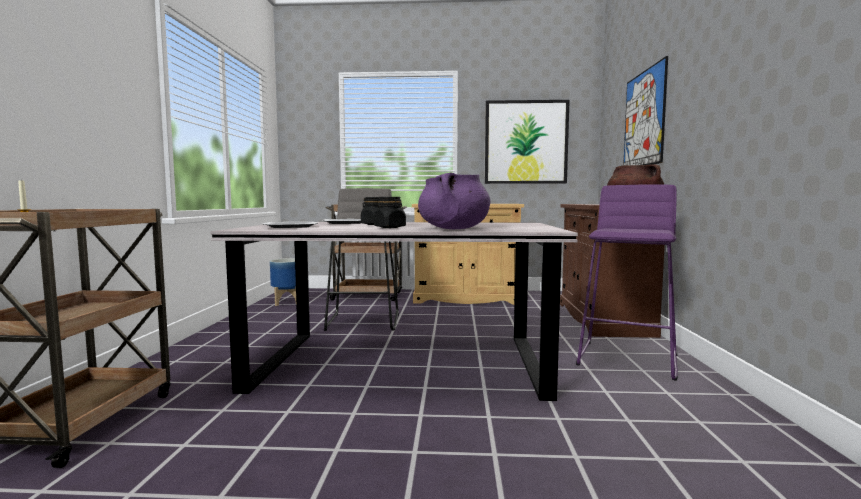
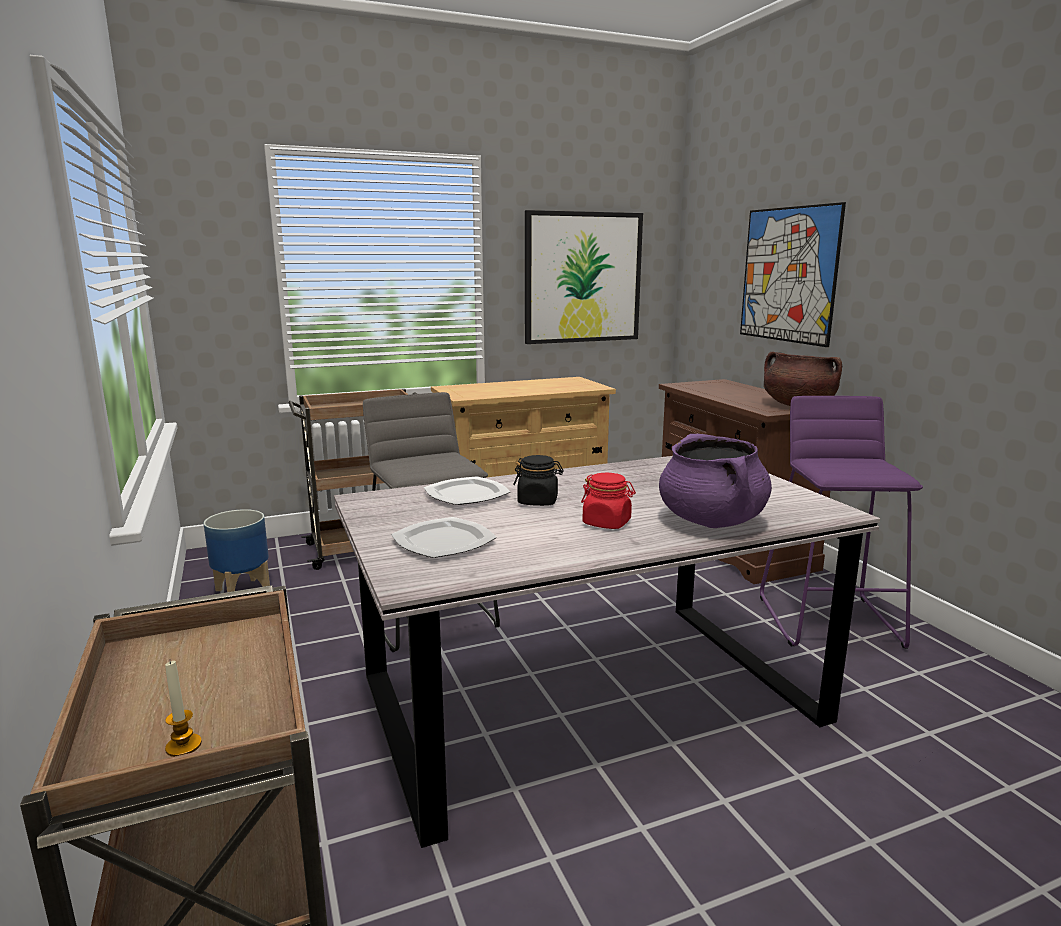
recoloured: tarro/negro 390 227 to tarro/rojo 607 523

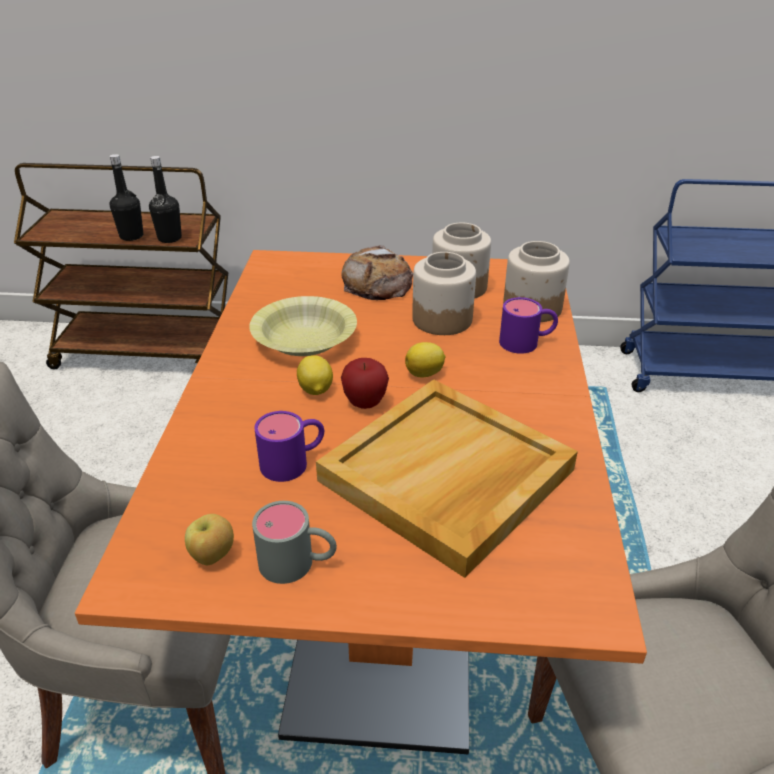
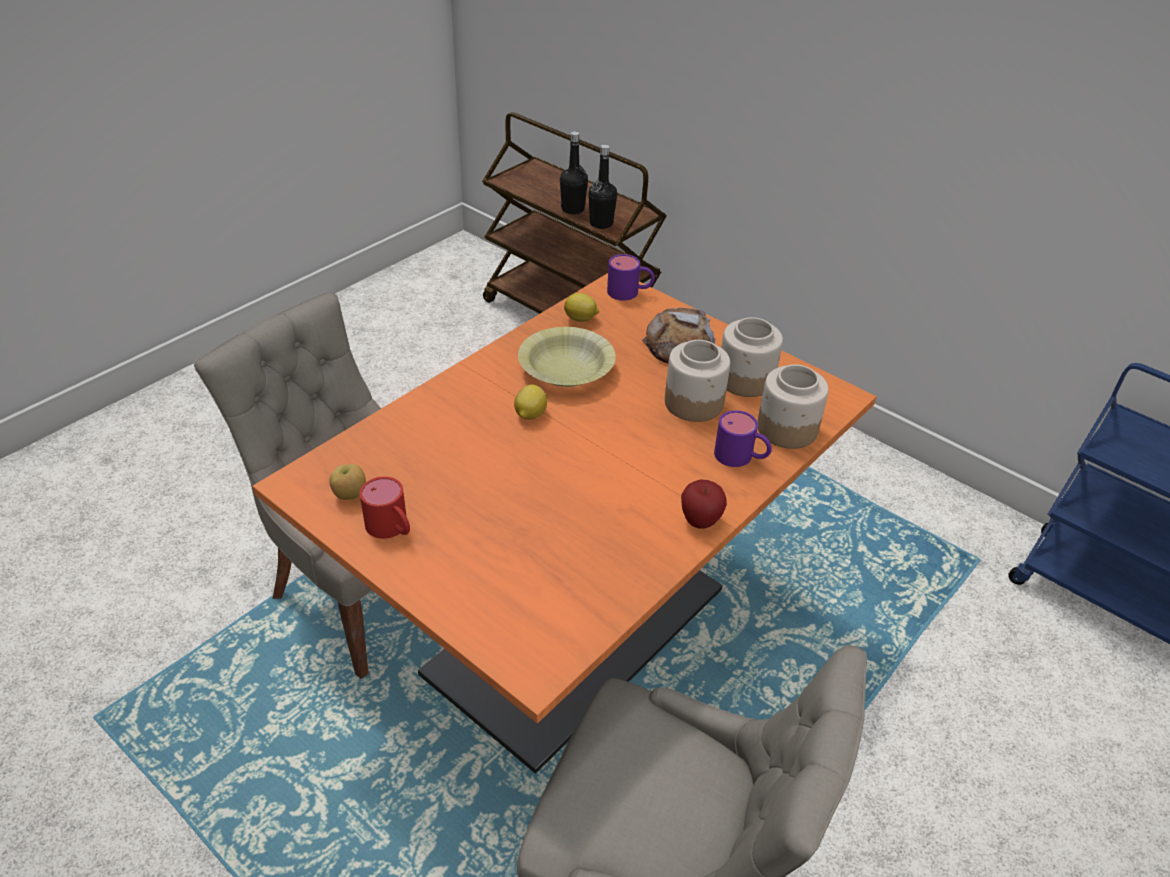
removed: bandeja/beis 446 477
moved: limón 425 373 to 581 319; manzana 365 403 to 700 521; taza grande/morado 294 461 to 630 292
recoloured: taza grande/gris 298 563 to taza grande/rojo 392 528

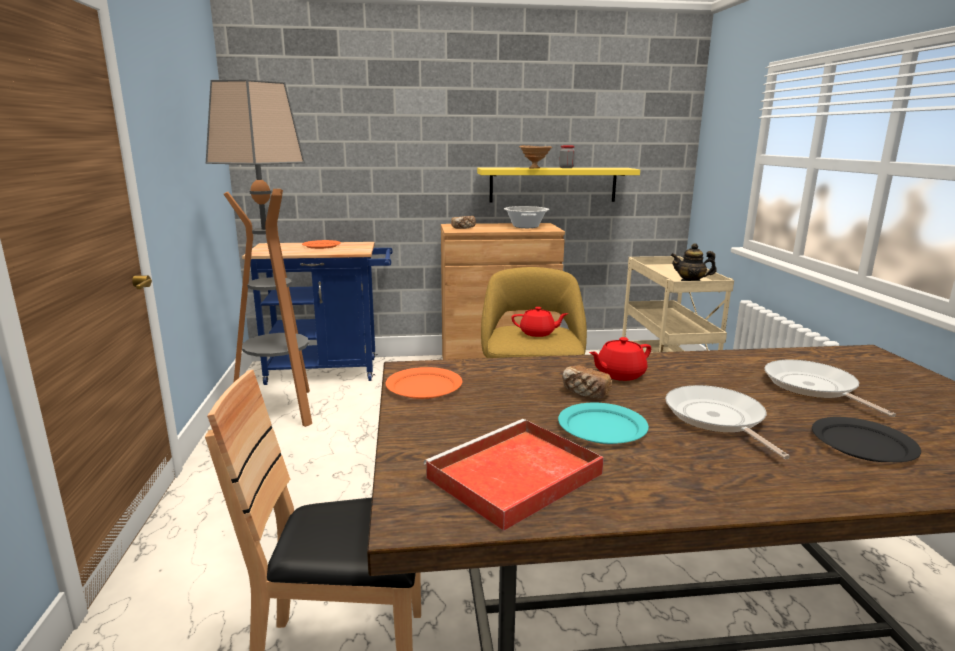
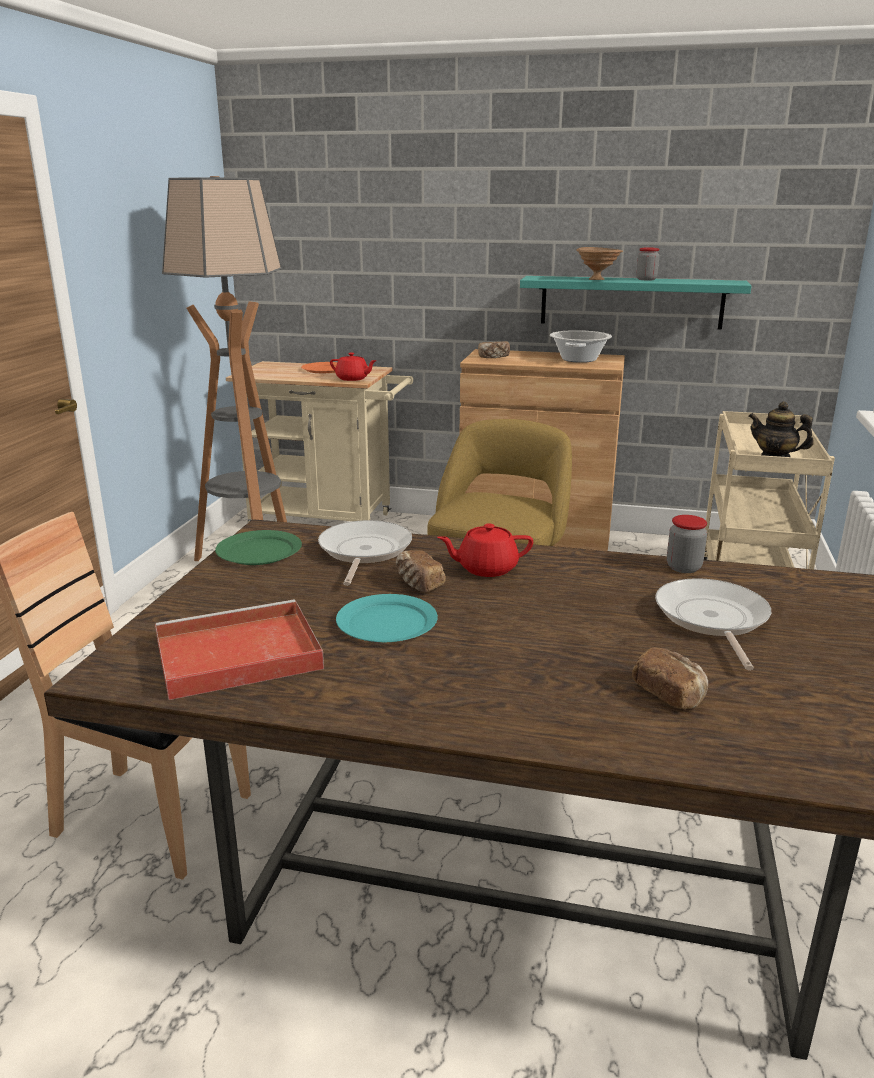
added: tarro 683 567
moved: tetera/rojo 538 333 to 353 379; sartén 717 419 to 363 552
replaced: plato/negro 863 443 to pan 669 693
recoloured: estante/amarillo 553 184 to estante/turquesa 631 302; carrito/azul 330 370 to carrito/beis 329 522; plato/naranja 424 386 to plato/verde 259 551

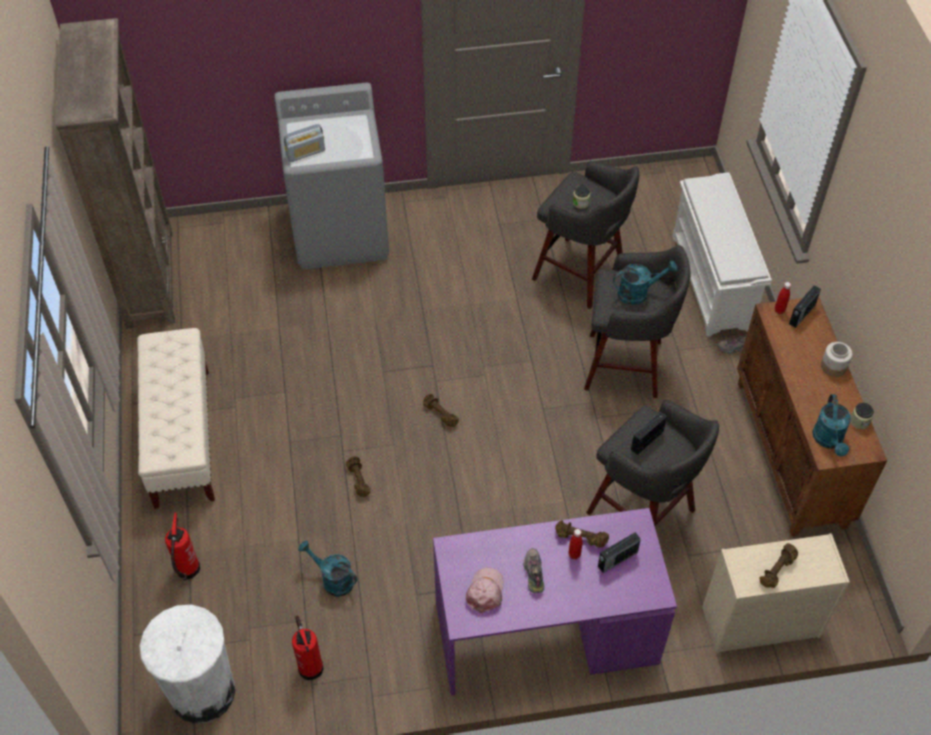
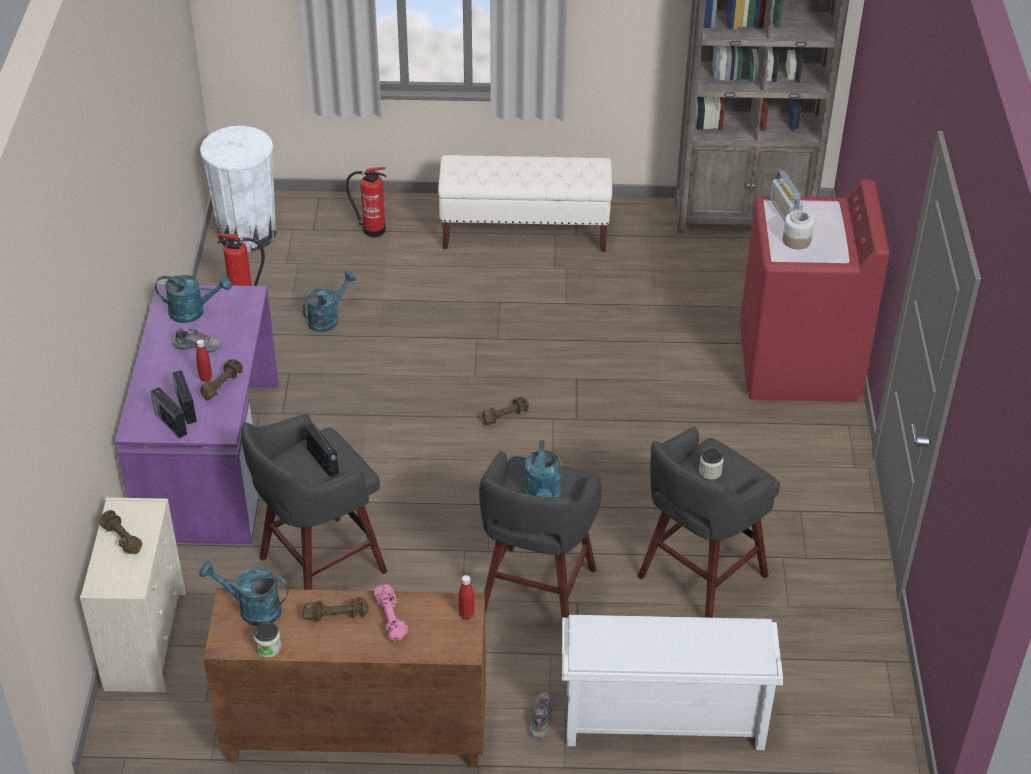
added: mancuerna/rosa 391 619
moved: radio 801 315 to 170 423; tarro 833 366 to 796 240; mancuerna/marrón 358 480 to 336 615
replaced: gorra/rosa 485 591 to regadera/turquesa 193 312
recoloured: lavadora/gris 340 232 to lavadora/rojo 799 364

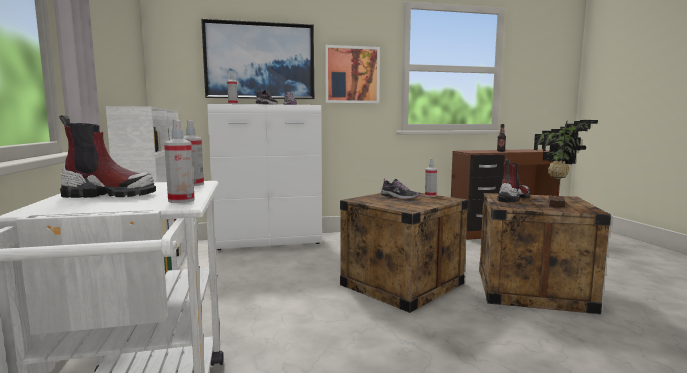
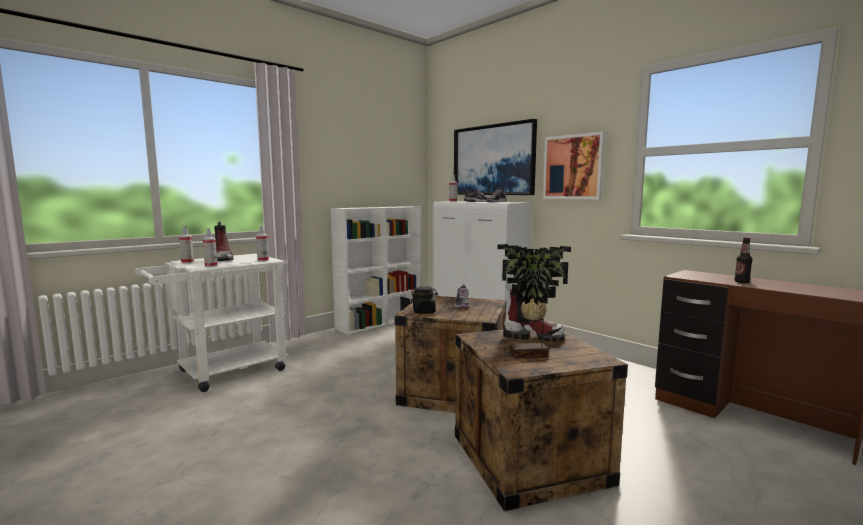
added: tarro/negro 424 312
moved: pulverizador 430 195 to 187 262

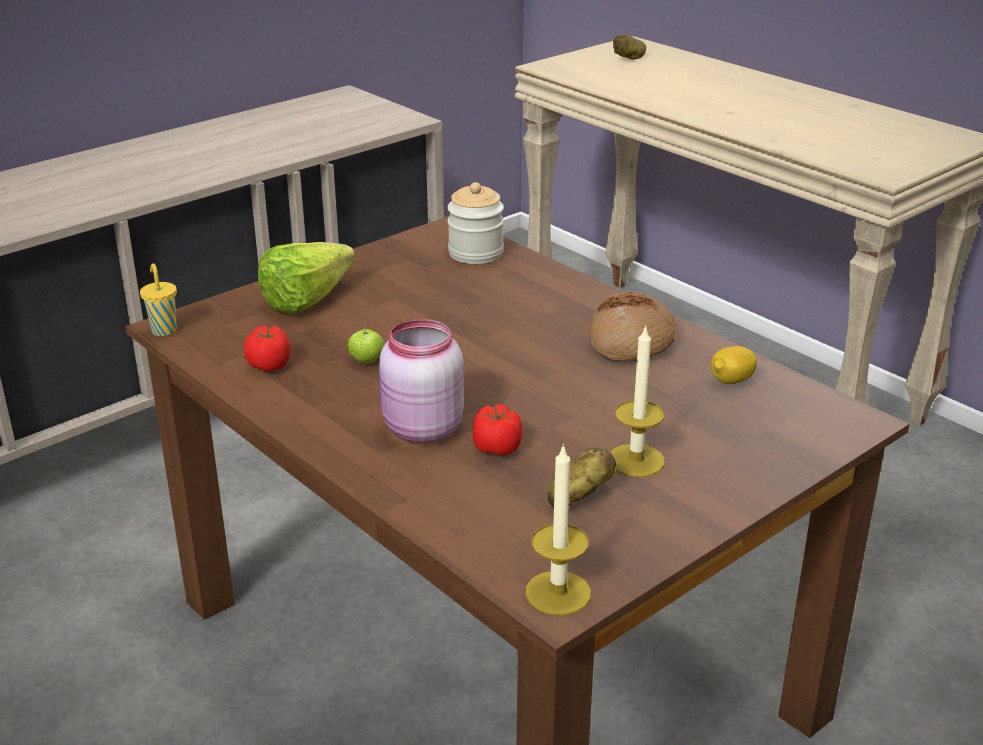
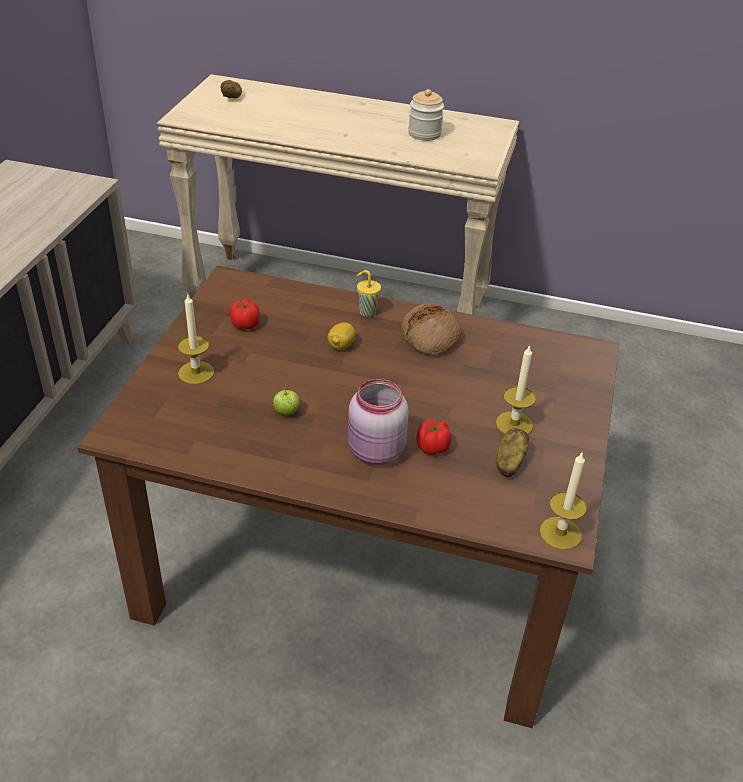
moved: tarro 475 253 to 424 134; taza/amarillo 163 330 to 366 312; tomate 270 364 to 245 324; limón 731 381 to 341 346
replaced: lechuga 314 299 to vela 196 373

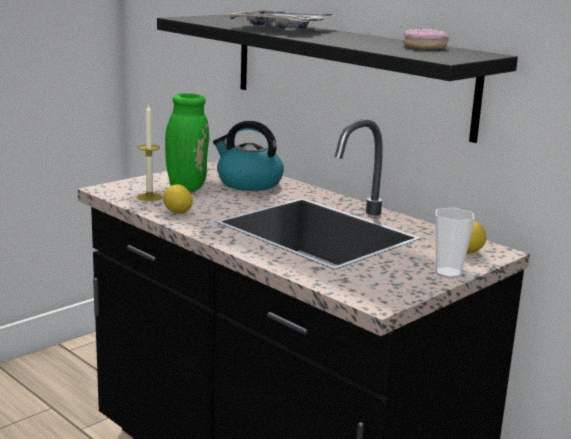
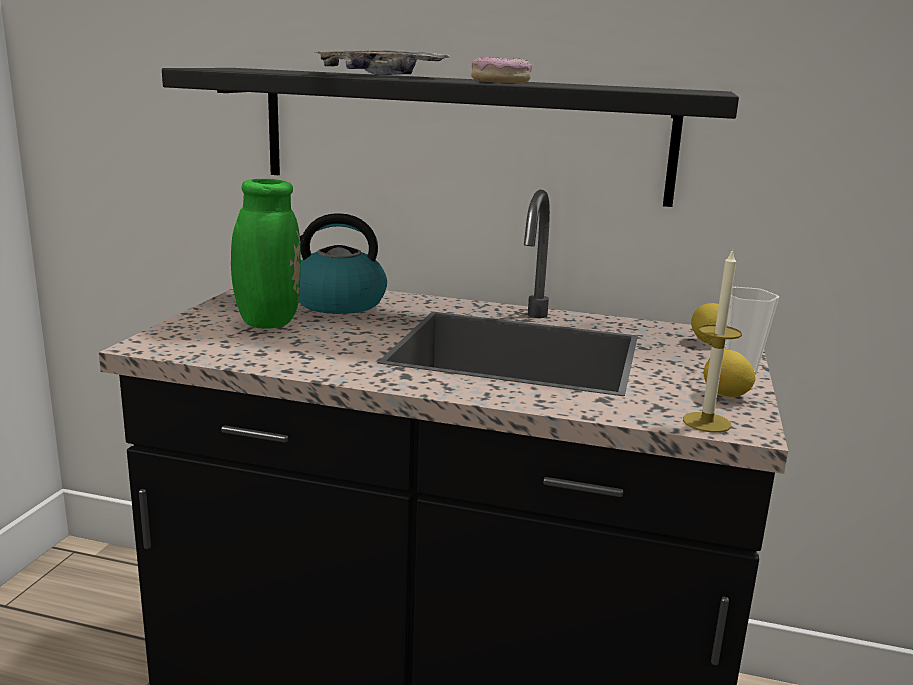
moved: rosquilla 424 47 to 500 82; vela 149 197 to 706 422; limón 177 212 to 726 395

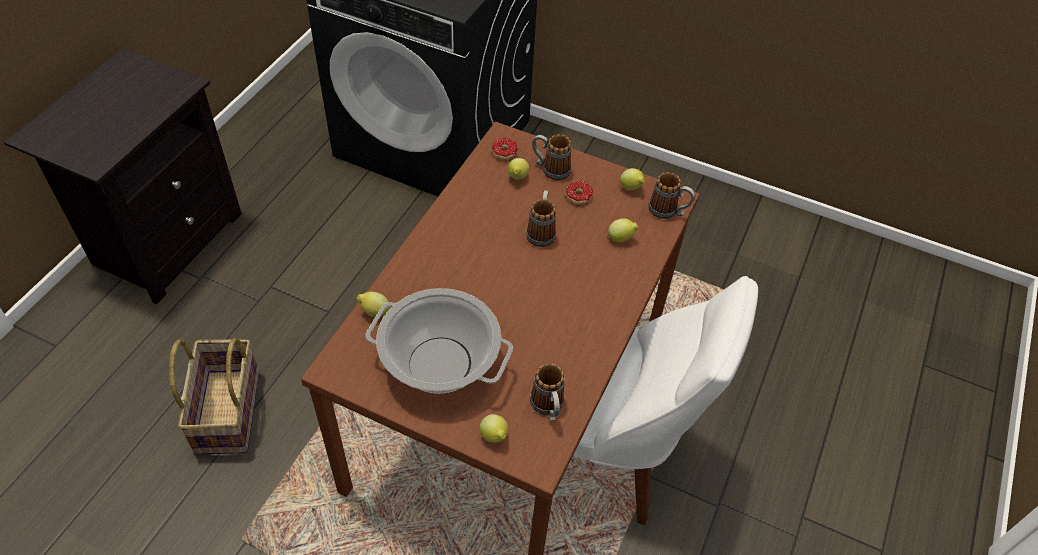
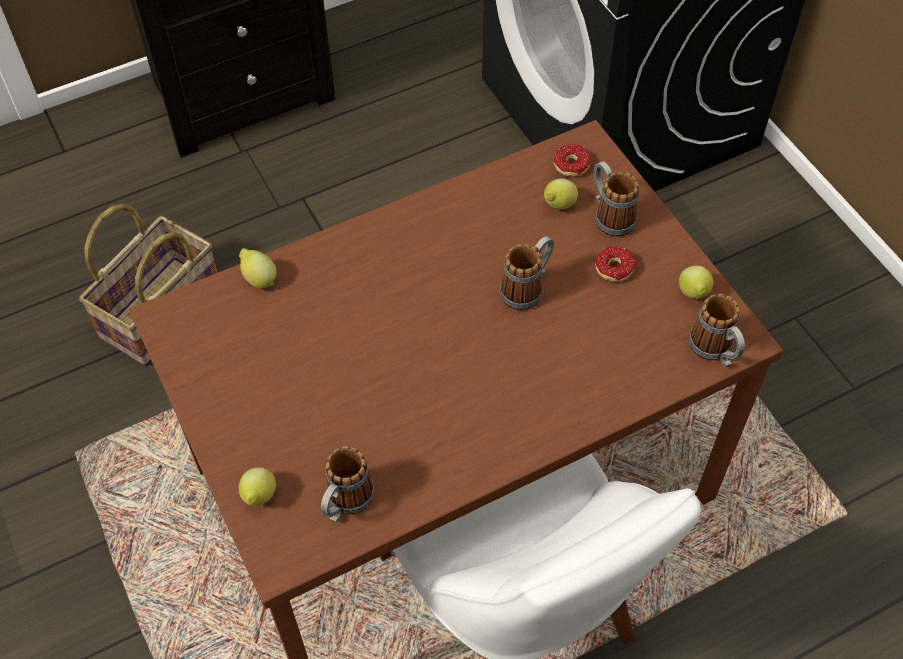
removed: limón 621 238; olla 441 364

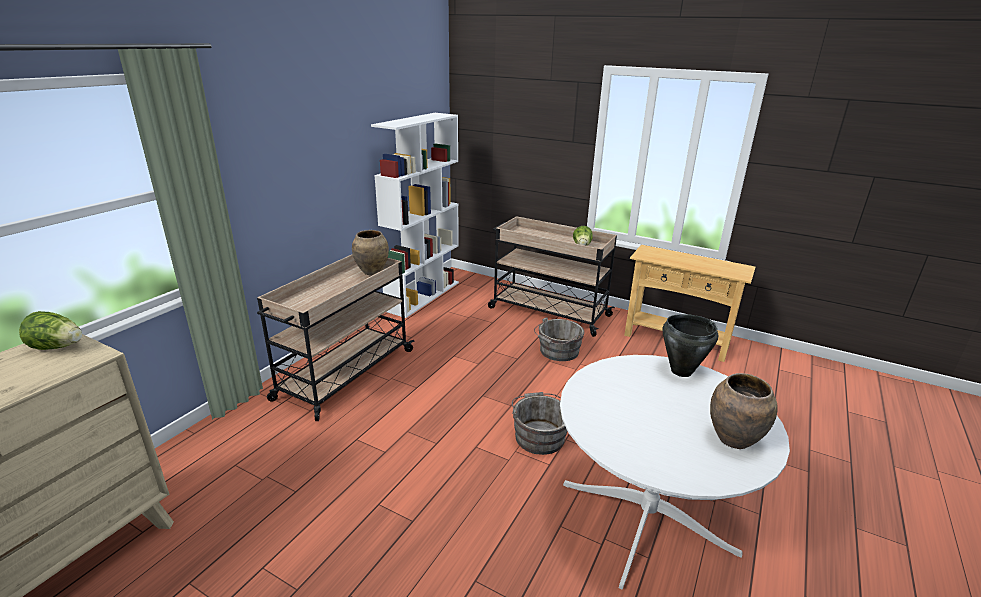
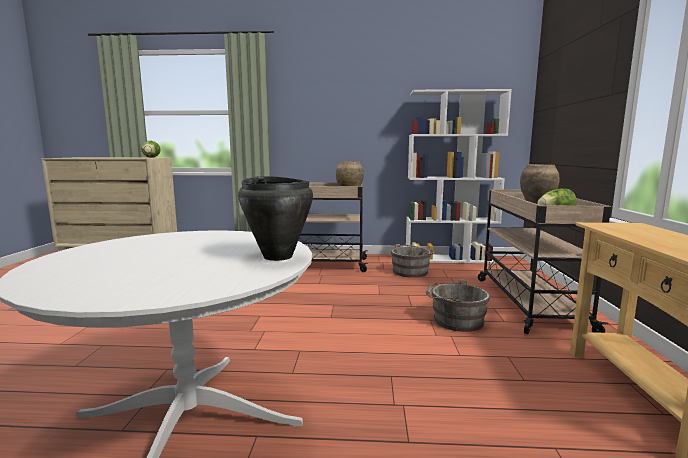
moved: florero/marrón 734 439 to 537 205; cubo/gris 539 435 to 411 271

